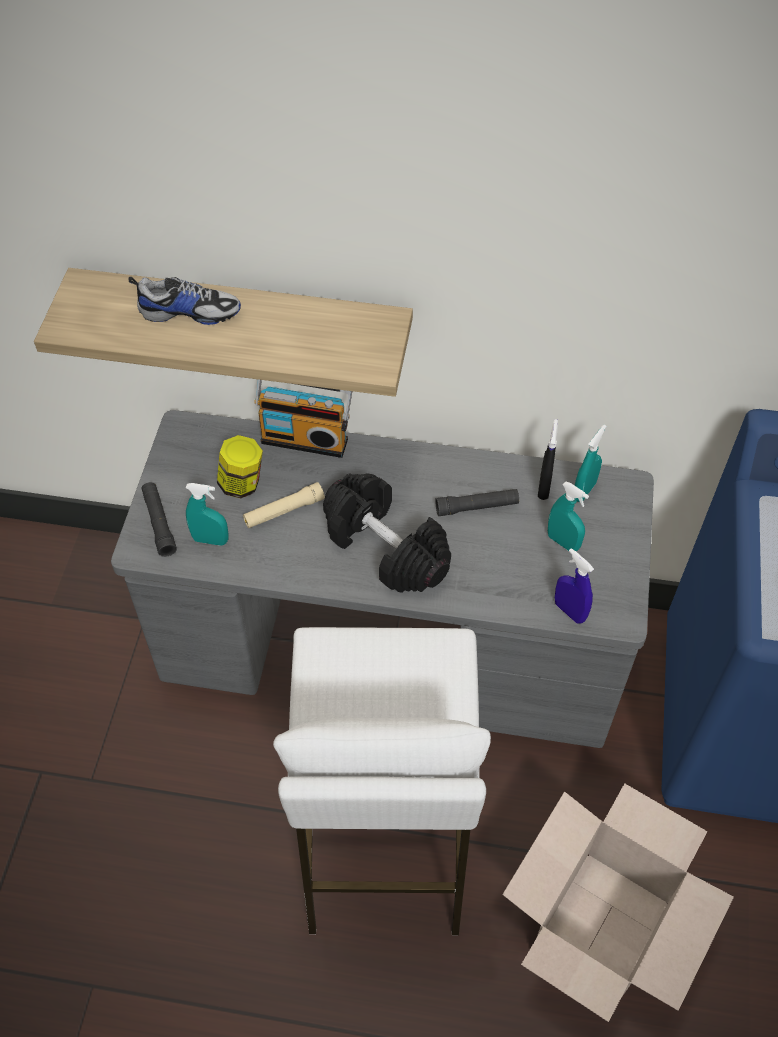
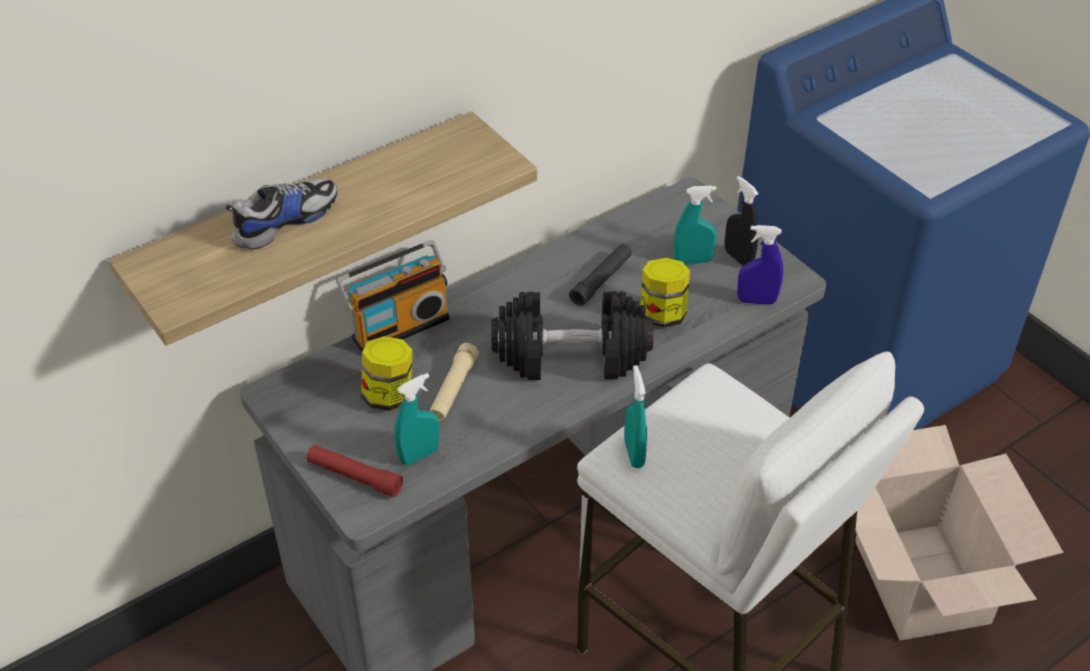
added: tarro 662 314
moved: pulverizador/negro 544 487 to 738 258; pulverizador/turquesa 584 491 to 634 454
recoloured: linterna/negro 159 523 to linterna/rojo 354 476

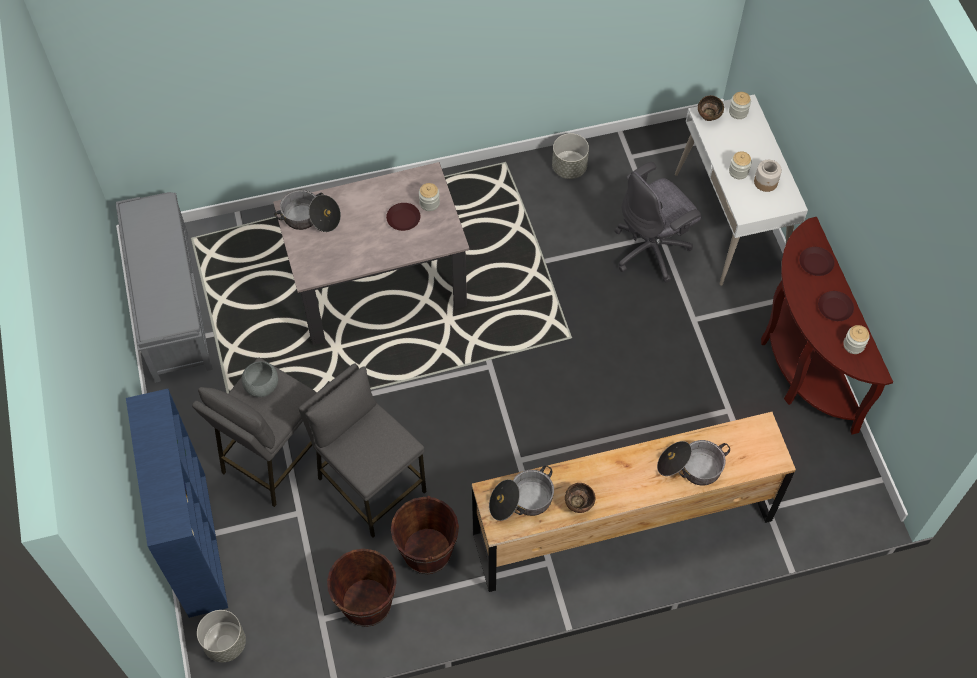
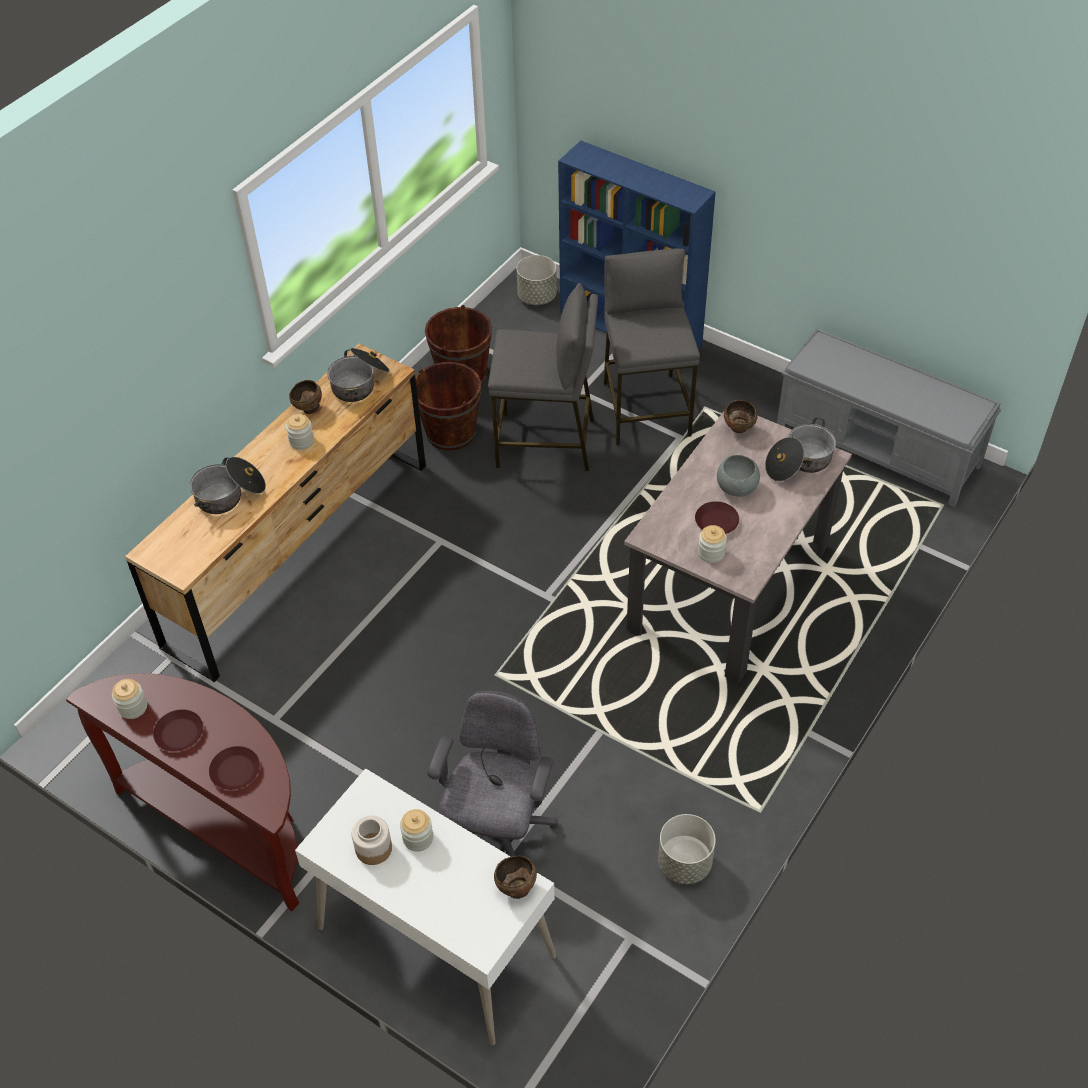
added: cuenco/marrón 739 429
moved: tarro 738 112 to 301 441; cuenco/gris 261 386 to 737 487

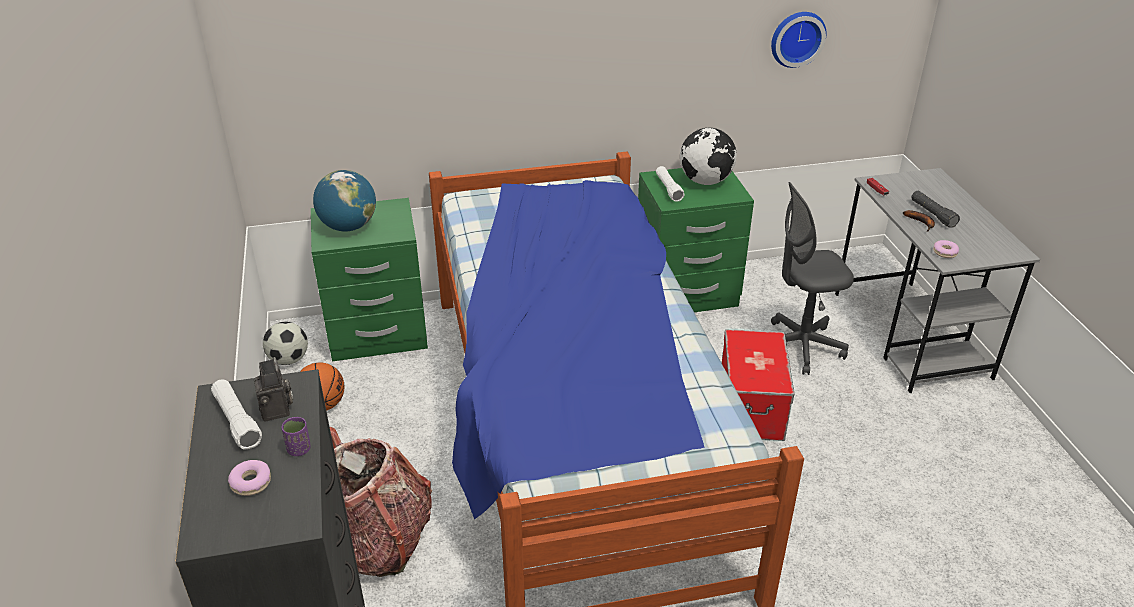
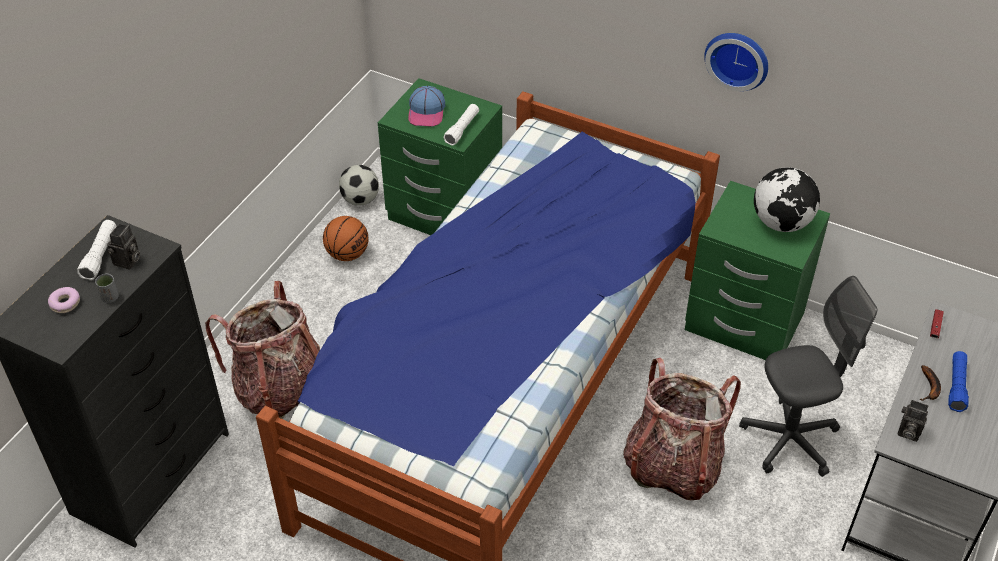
moved: reloj de pared 796 38 to 738 58; linterna/blanco 668 189 to 462 129
replaced: globo terráqueo 348 227 to gorra 427 112; rosquilla 945 252 to cámara 907 432; caja de almacenaje 750 406 to mochila 673 465
recoloured: linterna/negro 932 214 to linterna/azul 956 386; taza/morado 299 449 to taza/gris 110 297
turned: silla de oficina/gris 800 347 = 790 440 135 degrees clockwise

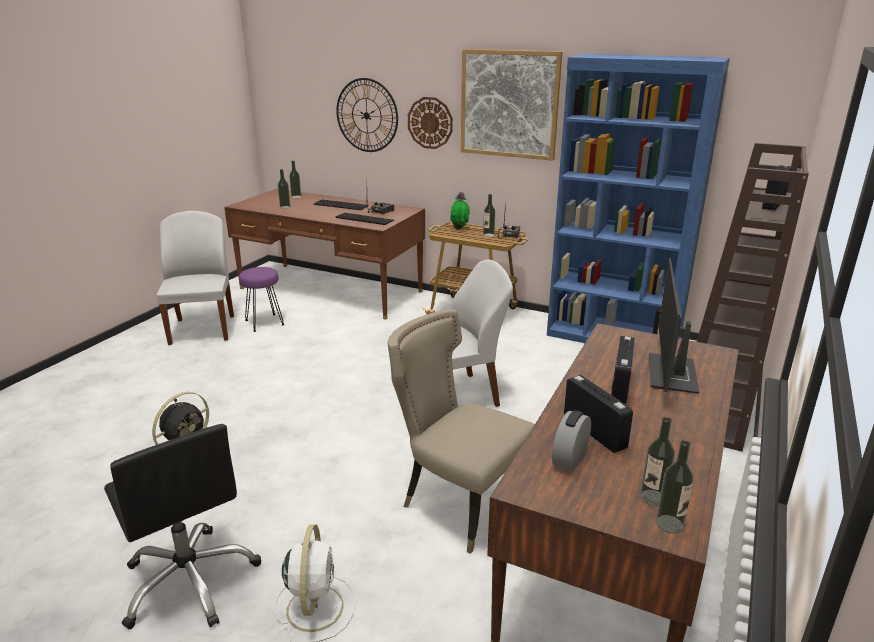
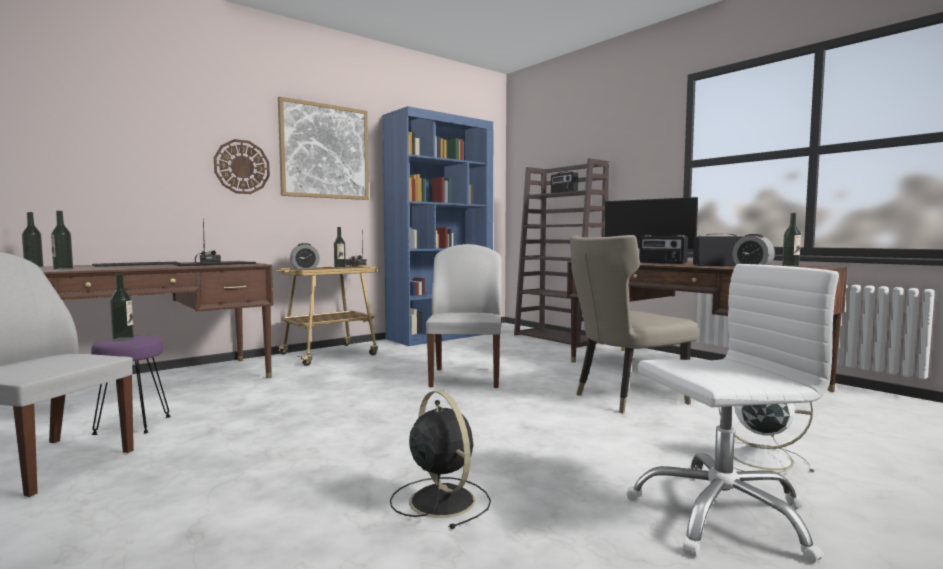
removed: reloj de pared 366 115
moved: botella 669 524 to 123 339
replaced: planta en maceta 459 229 to despertador 305 268
recoloured: silla de oficina/negro 190 580 to silla de oficina/blanco 721 515

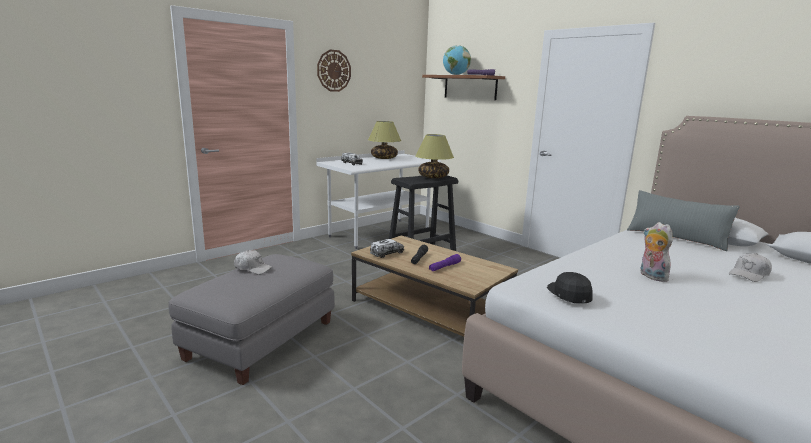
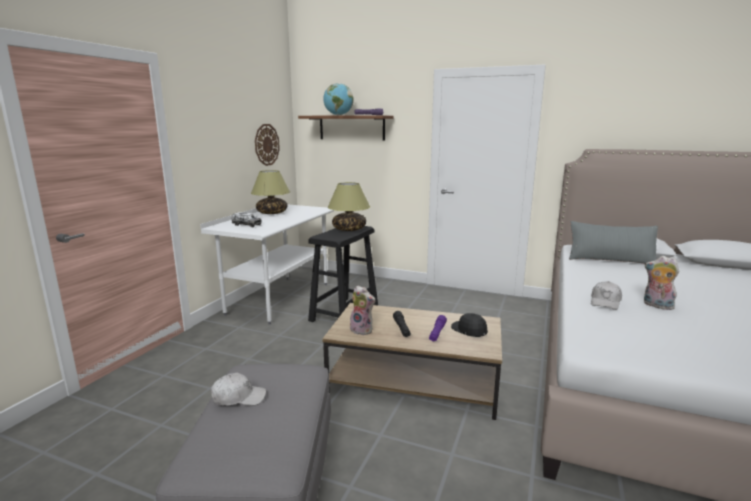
moved: reloj de pared 333 70 to 266 144; gorra/blanco 749 274 to 605 302; gorra/negro 569 294 to 469 330
replaced: camión de juguete 387 253 to peluche 363 330

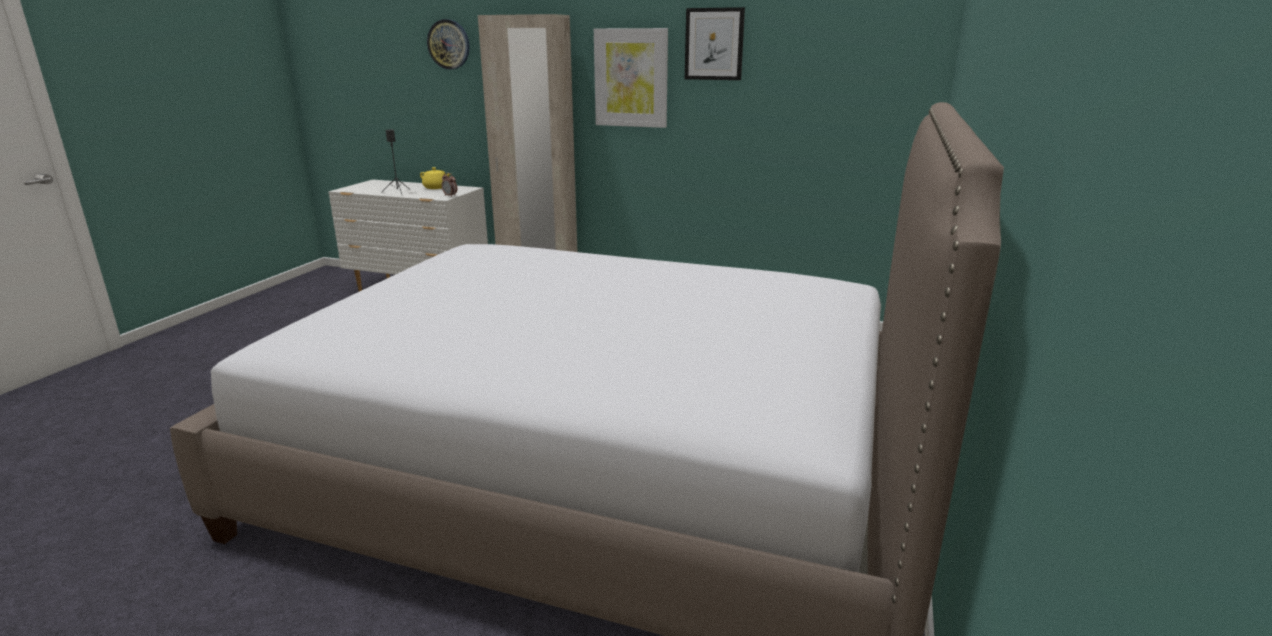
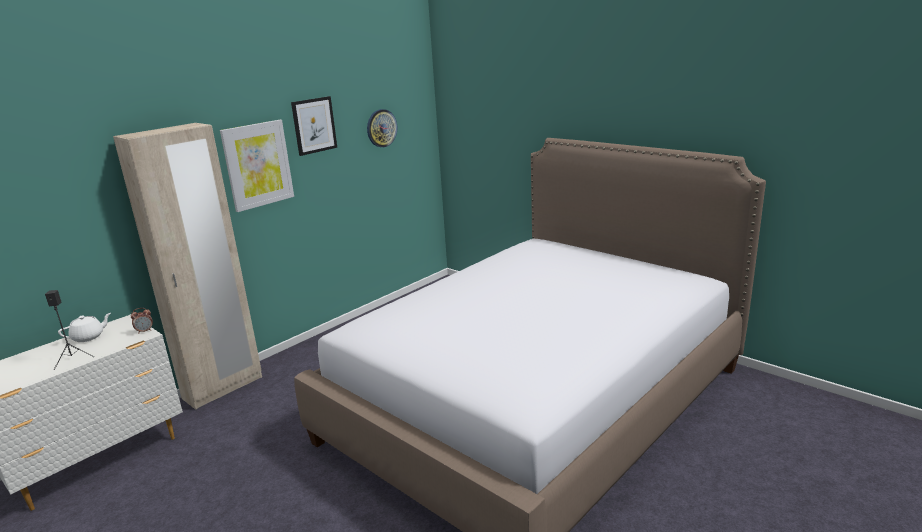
moved: reloj de pared 449 44 to 381 128
recoloured: tetera/amarillo 436 187 to tetera/blanco 89 337

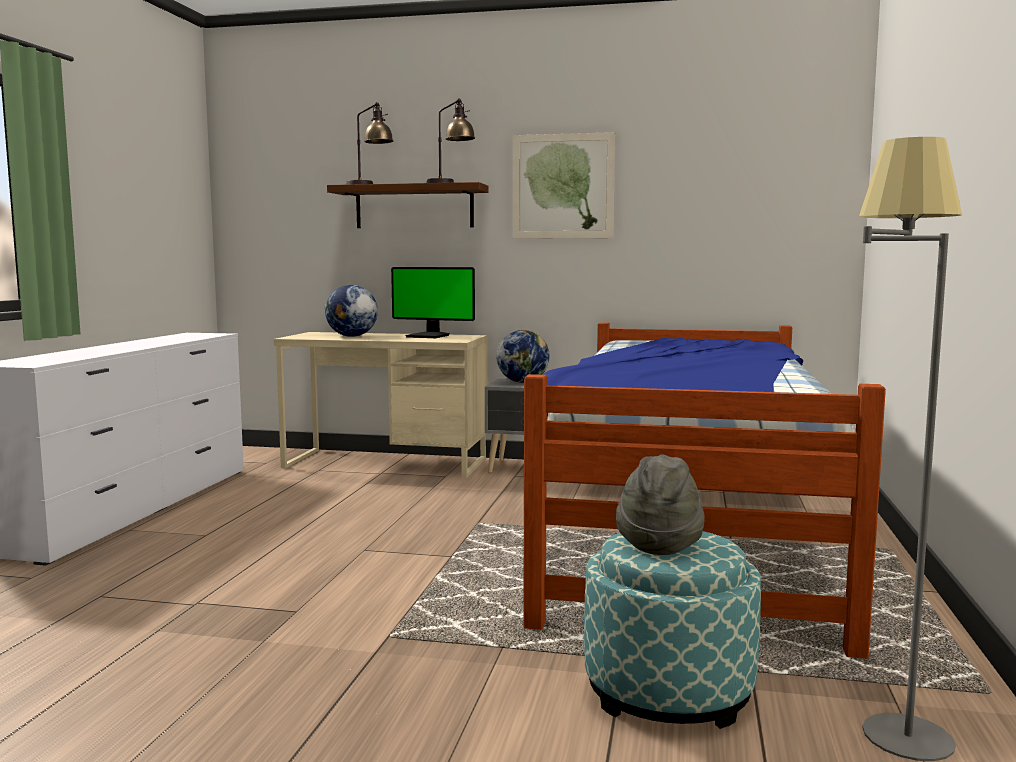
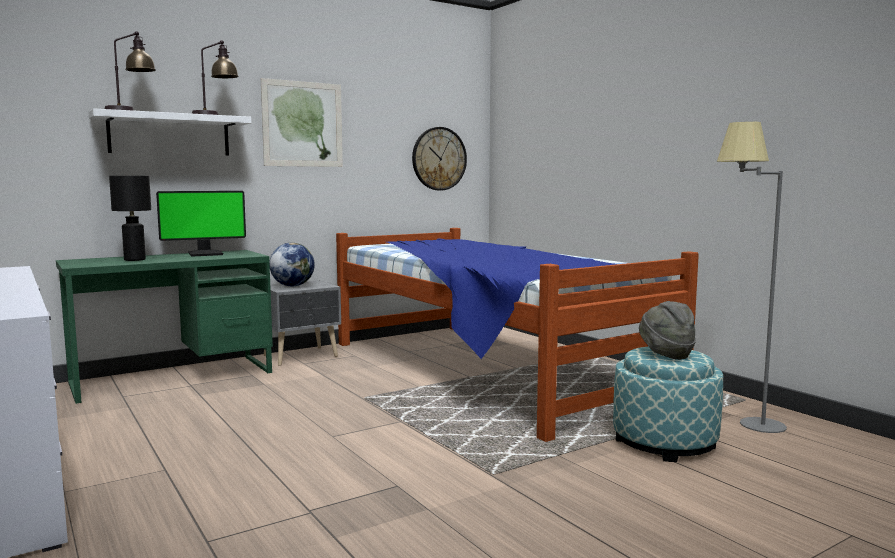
added: reloj de pared 439 158
replaced: globo terráqueo 351 336 to lámpara de mesa/negro 134 260
recoloured: estante/marrón 414 207 to estante/blanco 169 135; escritorio/beis 386 463 to escritorio/verde 173 377

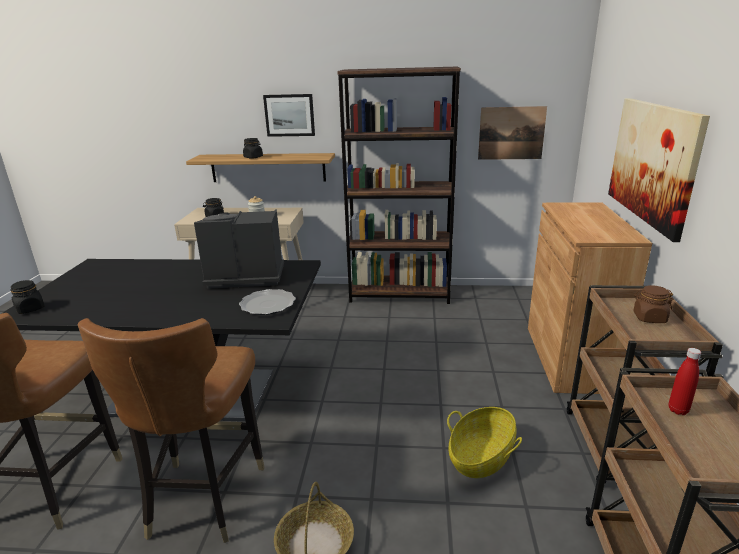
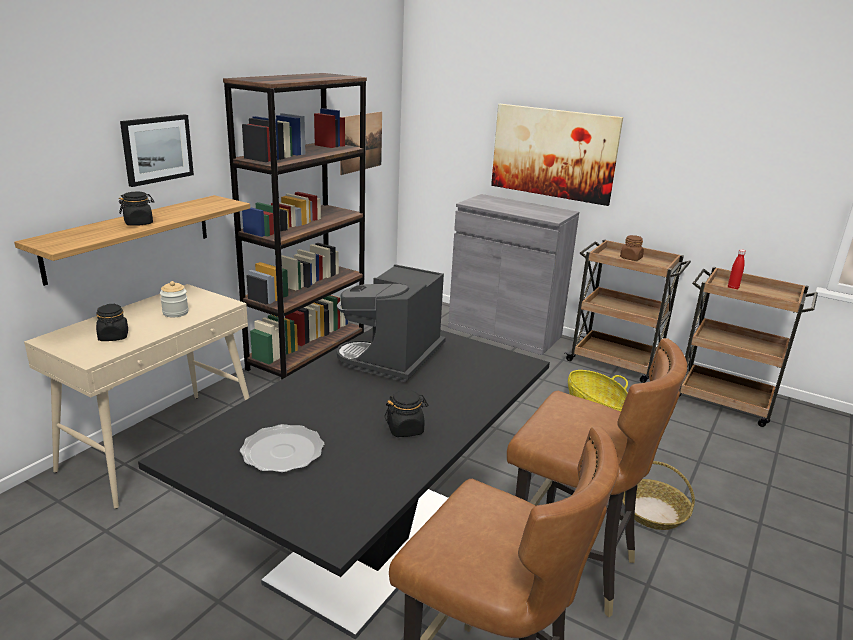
moved: tarro/negro 30 309 to 405 429; plato 267 304 to 282 452
recoloured: armario/marrón 568 358 to armario/gris 504 332

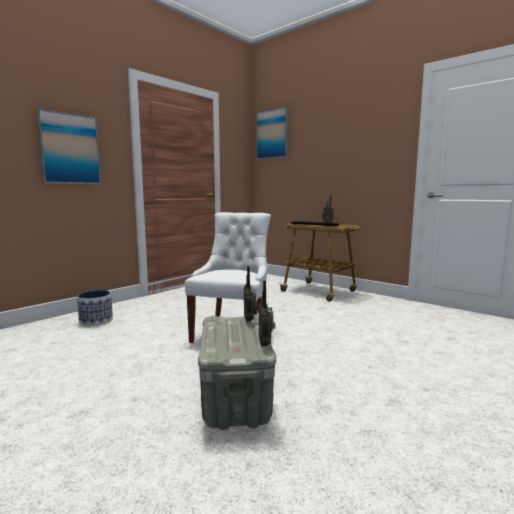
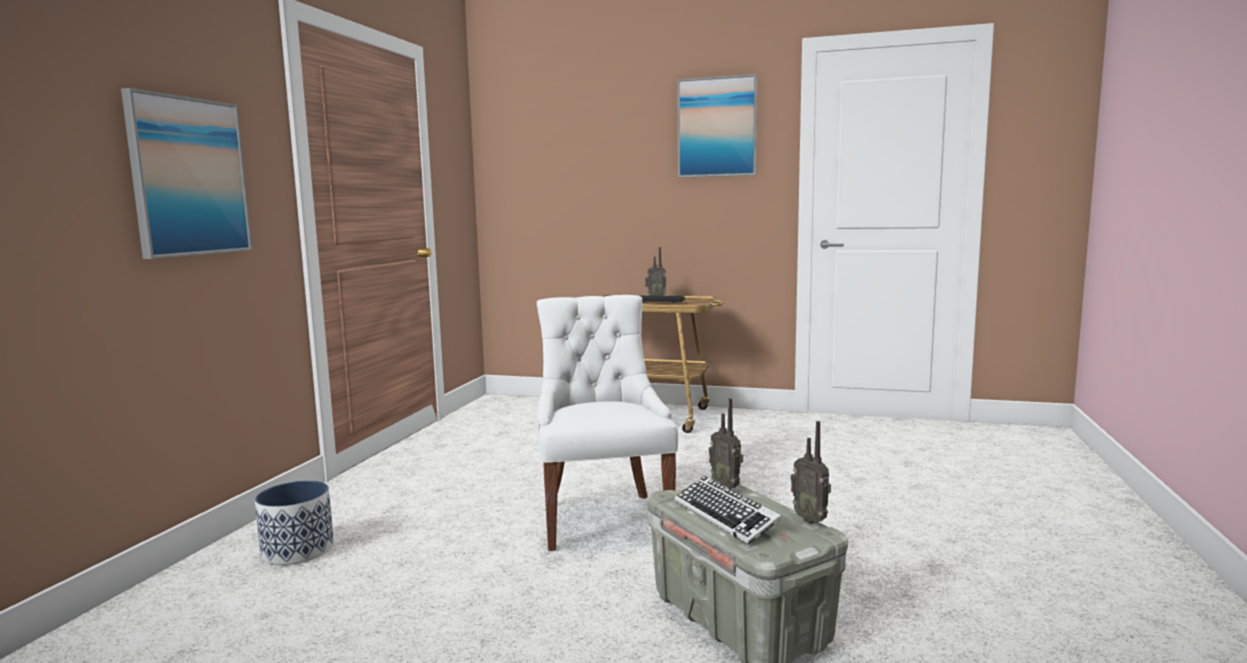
added: teclado 725 516
moved: cuadro 272 134 to 717 127

